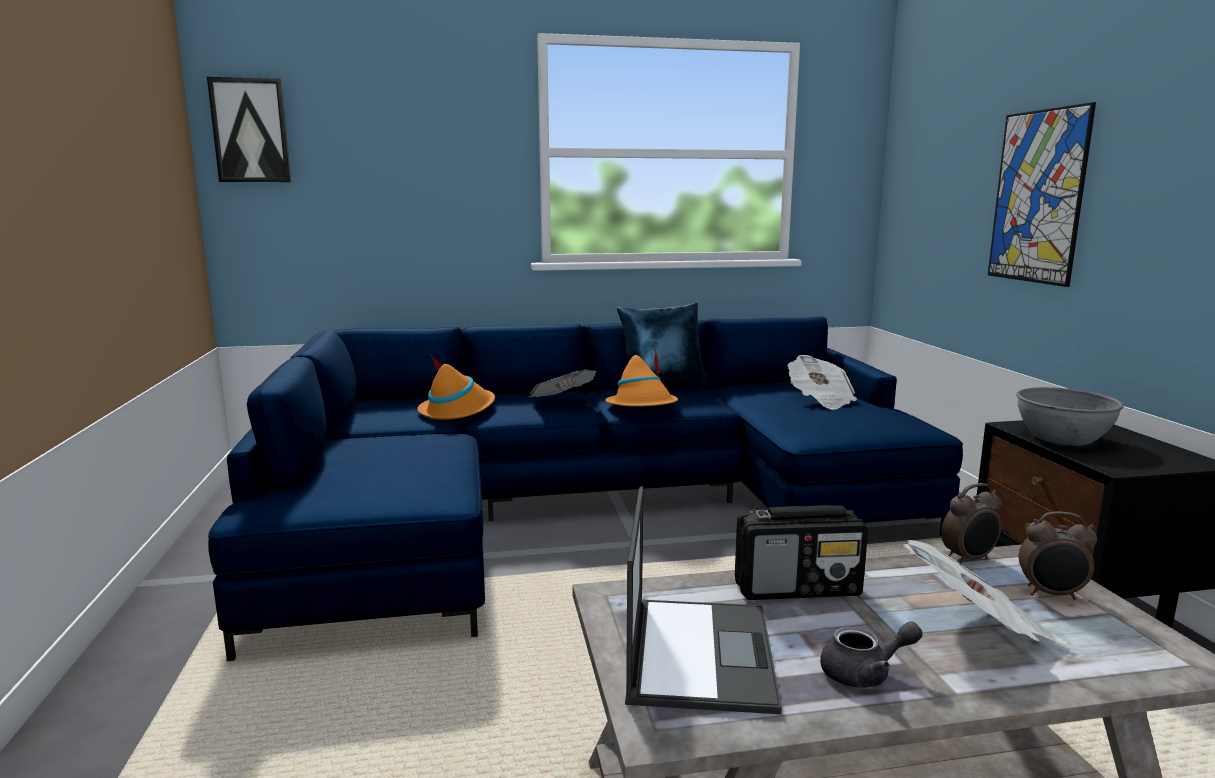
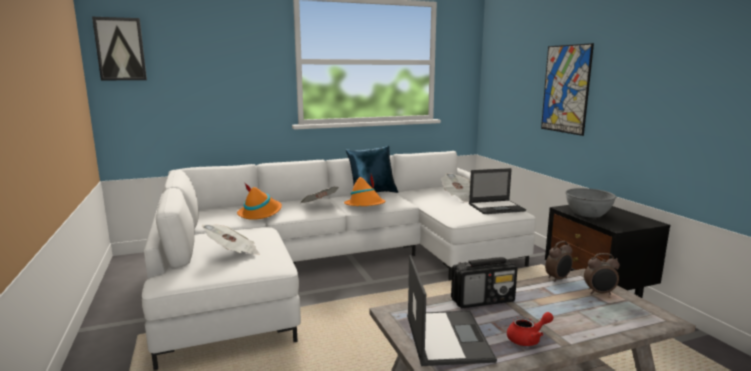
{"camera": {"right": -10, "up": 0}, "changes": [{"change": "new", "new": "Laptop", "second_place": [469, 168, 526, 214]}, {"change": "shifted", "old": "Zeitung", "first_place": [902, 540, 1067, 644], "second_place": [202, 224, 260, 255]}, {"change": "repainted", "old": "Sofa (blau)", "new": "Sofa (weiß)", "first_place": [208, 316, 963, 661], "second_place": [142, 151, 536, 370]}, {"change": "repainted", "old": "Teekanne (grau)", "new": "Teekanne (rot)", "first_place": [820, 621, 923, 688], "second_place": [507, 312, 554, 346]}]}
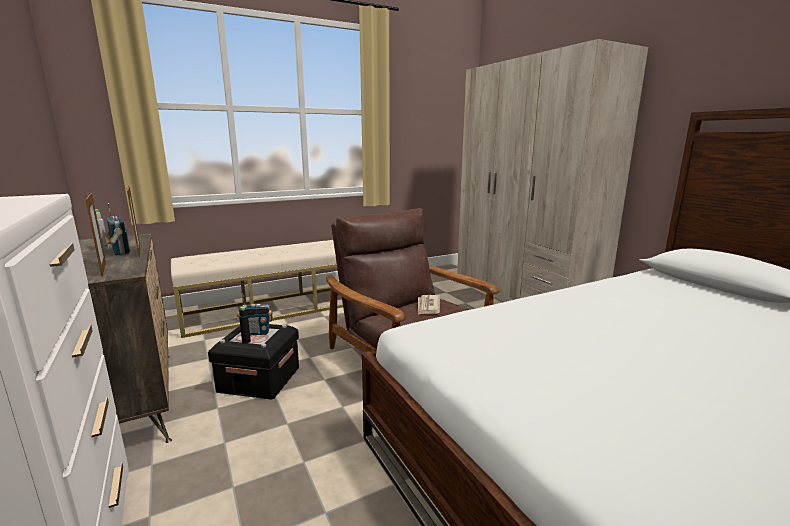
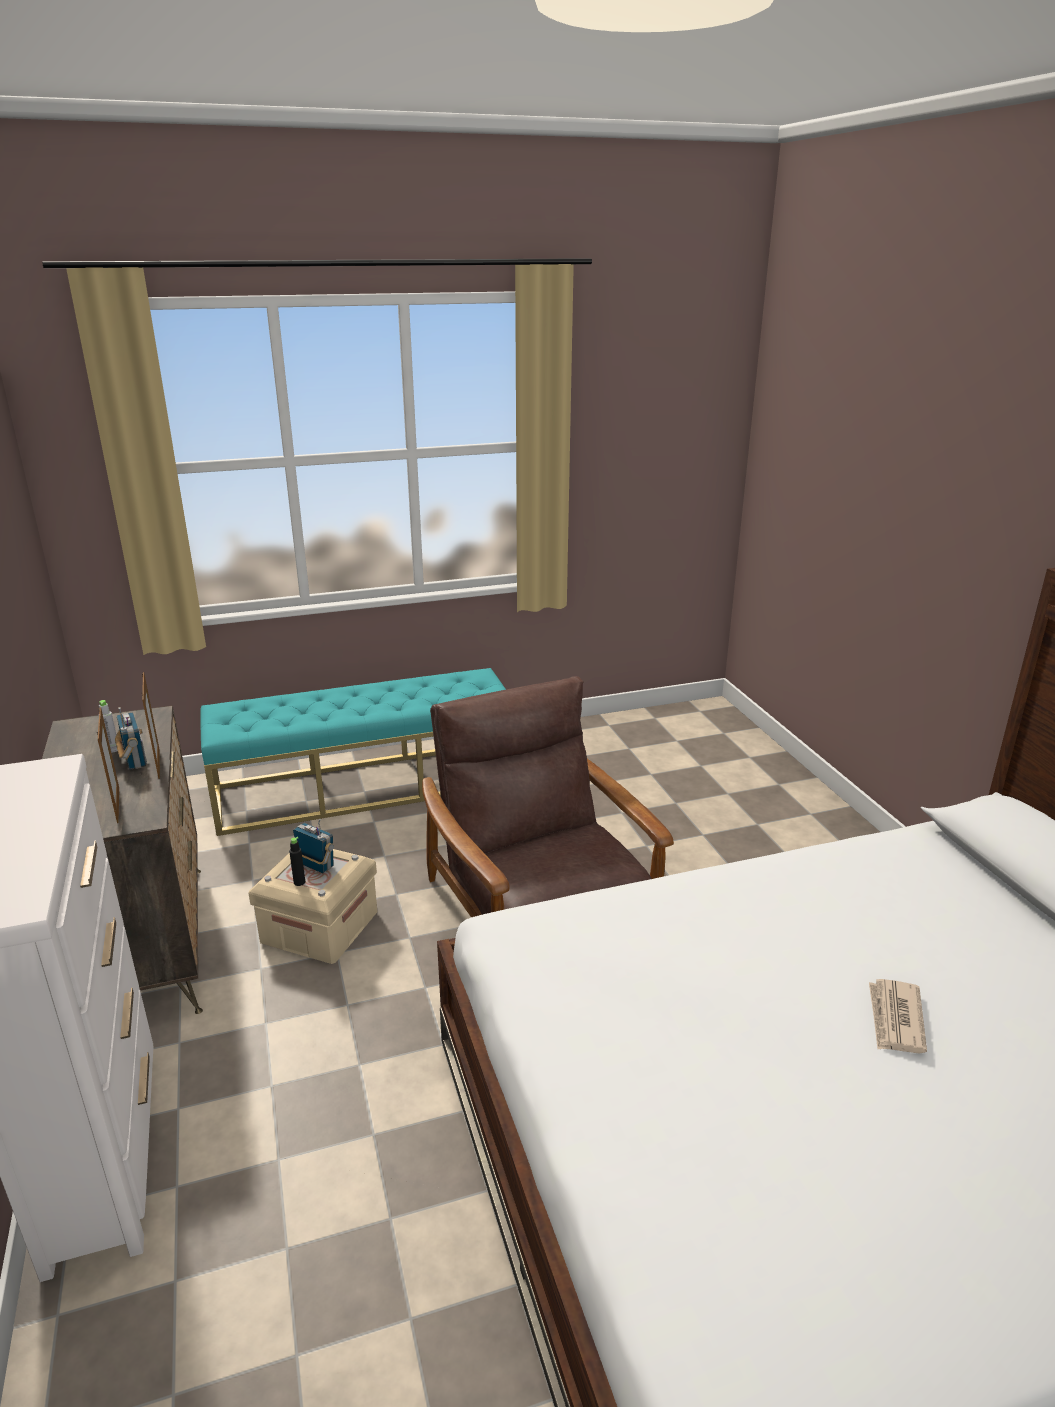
{"camera": {"right": 10, "up": 10}, "changes": [{"change": "gone", "old": "Kleiderschrank (beige)", "first_place": [457, 39, 648, 302]}, {"change": "shifted", "old": "Zeitung", "first_place": [418, 295, 440, 315], "second_place": [869, 979, 927, 1054]}, {"change": "repainted", "old": "Bank (beige)", "new": "Bank (türkis)", "first_place": [171, 240, 343, 338], "second_place": [201, 668, 506, 836]}, {"change": "repainted", "old": "Aufbewahrungsbox (schwarz)", "new": "Aufbewahrungsbox (beige)", "first_place": [208, 324, 299, 400], "second_place": [248, 849, 377, 964]}, {"change": "rotated", "old": "Radio", "first_place": [237, 291, 273, 336], "second_place": [293, 819, 334, 873], "degrees": -150}]}
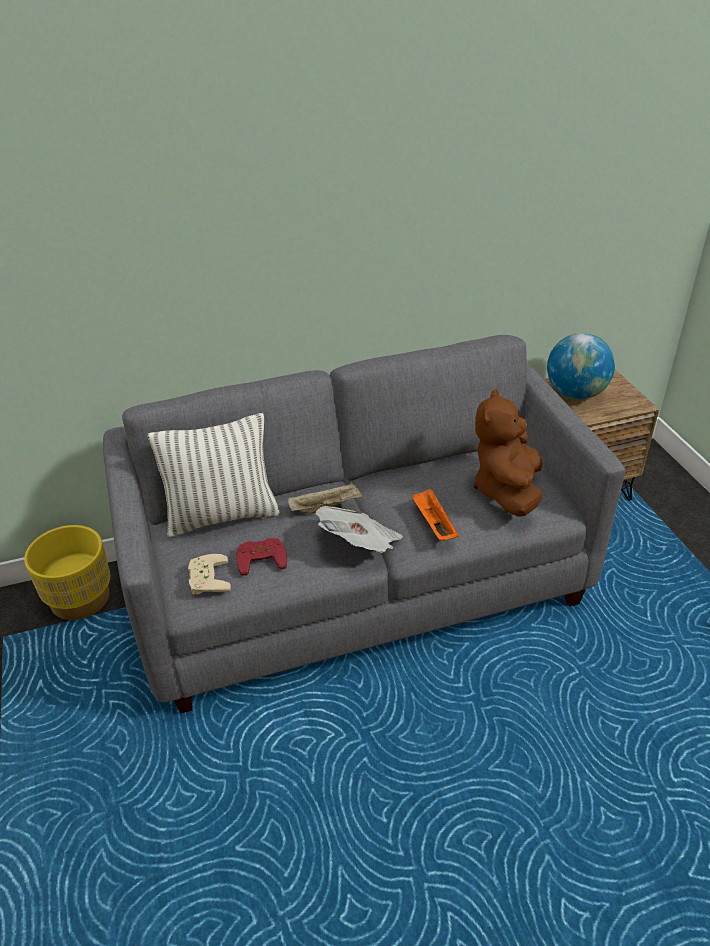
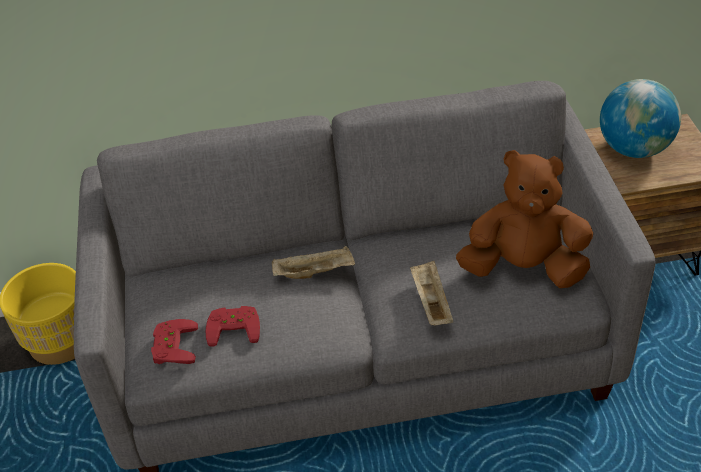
{"camera": {"right": 10, "up": 5}, "changes": [{"change": "gone", "old": "Kissen", "first_place": [147, 413, 280, 537]}, {"change": "gone", "old": "Zeitung", "first_place": [316, 506, 403, 553]}, {"change": "repainted", "old": "Gamepad (beige)", "new": "Gamepad (rot)", "first_place": [188, 554, 231, 595], "second_place": [151, 319, 198, 364]}, {"change": "repainted", "old": "Tablett (orange)", "new": "Tablett (beige)", "first_place": [412, 488, 459, 540], "second_place": [410, 261, 453, 326]}, {"change": "rotated", "old": "Plüschtier (braun)", "first_place": [473, 388, 542, 517], "second_place": [456, 150, 593, 288], "degrees": 75}]}
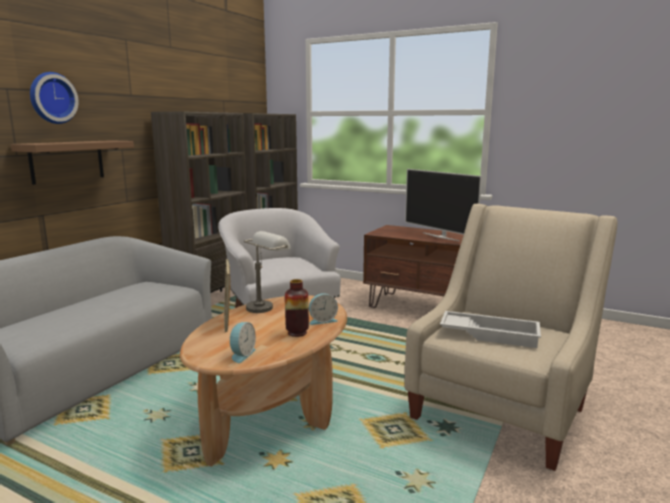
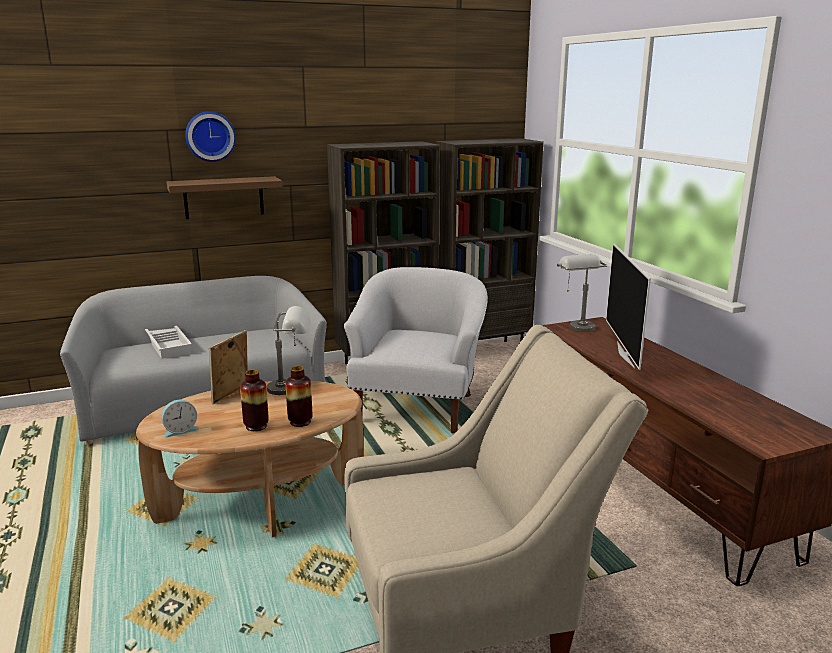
{"camera": {"right": 40, "up": 5}, "changes": [{"change": "new", "new": "Tischlampe (grau)", "second_place": [557, 254, 608, 332]}, {"change": "shifted", "old": "Tablett (weiß)", "first_place": [440, 311, 541, 348], "second_place": [145, 326, 192, 359]}, {"change": "swapped", "old": "Wecker", "new": "Vase", "first_place": [309, 293, 338, 325], "second_place": [285, 366, 312, 427]}]}
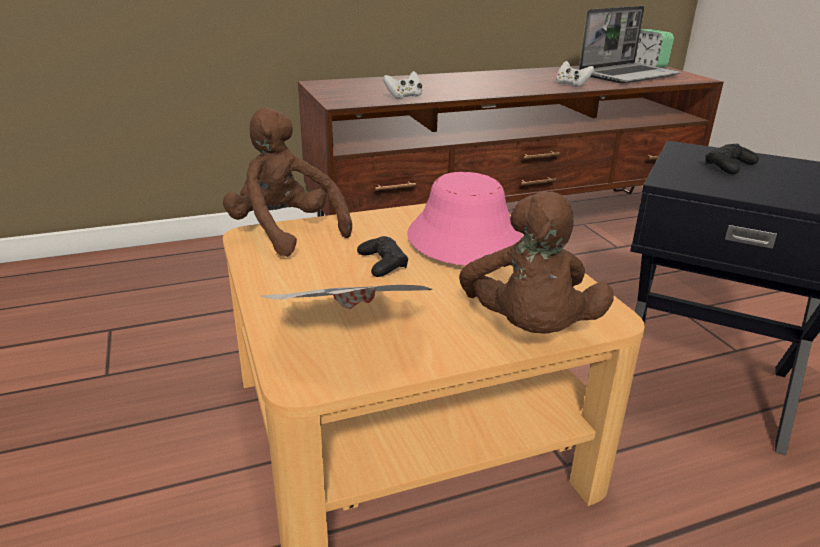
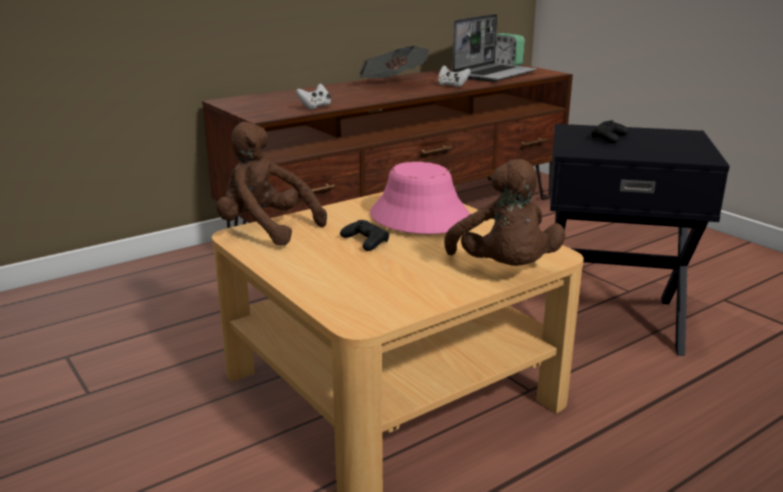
{"camera": {"right": -15, "up": -5}, "changes": [{"change": "shifted", "old": "Zeitung", "first_place": [261, 285, 433, 309], "second_place": [359, 46, 429, 78]}]}
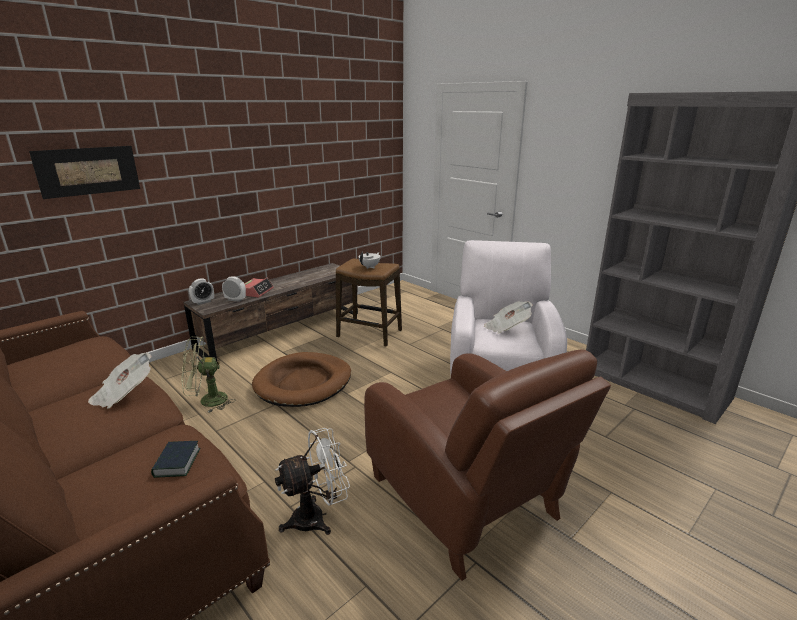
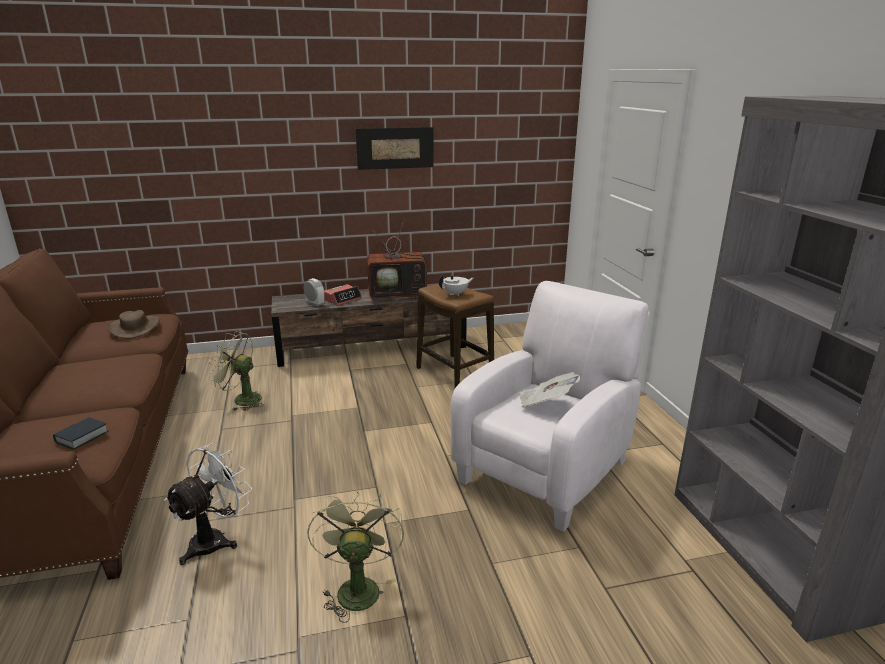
{"camera": {"right": 30, "up": 0}, "changes": [{"change": "gone", "old": "Zeitung", "first_place": [88, 353, 152, 409]}, {"change": "gone", "old": "Wecker", "first_place": [189, 278, 214, 305]}, {"change": "gone", "old": "Hundebett (braun)", "first_place": [252, 352, 351, 407]}, {"change": "new", "new": "Hut (braun)", "second_place": [108, 310, 160, 339]}, {"change": "new", "new": "Fernseher", "second_place": [367, 220, 427, 301]}, {"change": "shifted", "old": "Bild", "first_place": [29, 146, 140, 199], "second_place": [355, 127, 434, 170]}, {"change": "swapped", "old": "Sessel (braun)", "new": "Ventilator (grün)", "first_place": [364, 349, 611, 581], "second_place": [307, 489, 404, 623]}, {"change": "rotated", "old": "Ventilator (weiß)", "first_place": [275, 428, 350, 535], "second_place": [164, 441, 252, 565], "degrees": -60}]}
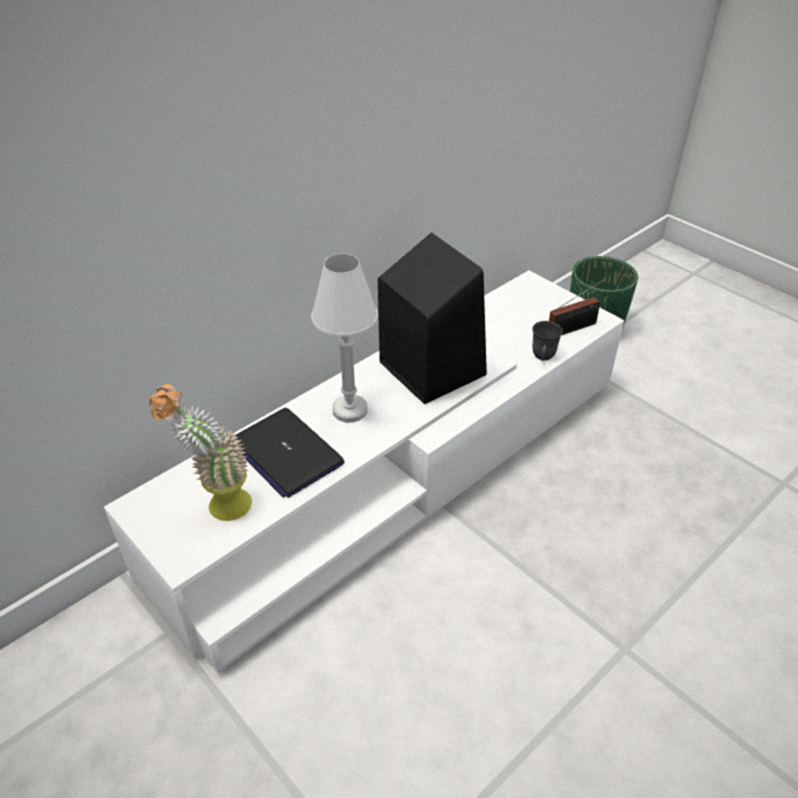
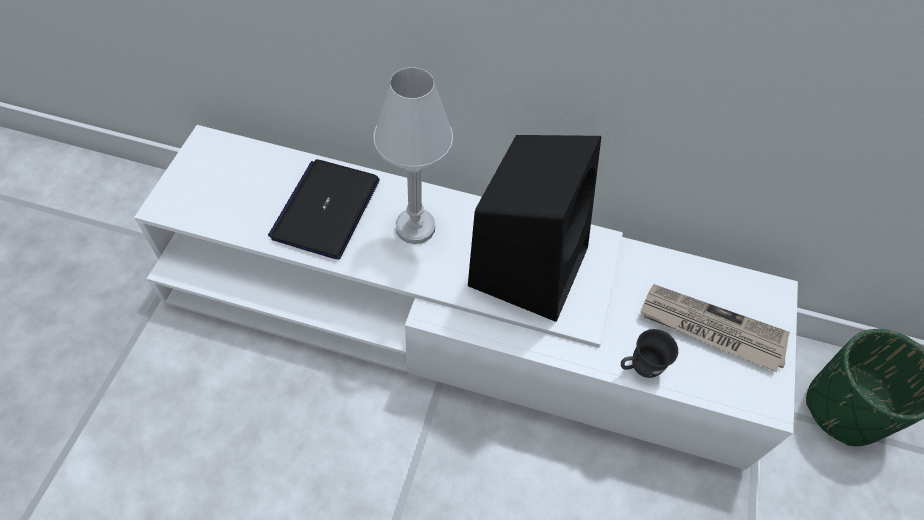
{"camera": {"right": 55, "up": 15}, "changes": [{"change": "gone", "old": "Topfpflanze", "first_place": [149, 384, 252, 521]}, {"change": "gone", "old": "Radio", "first_place": [549, 278, 606, 335]}, {"change": "new", "new": "Zeitung", "second_place": [640, 284, 790, 372]}]}
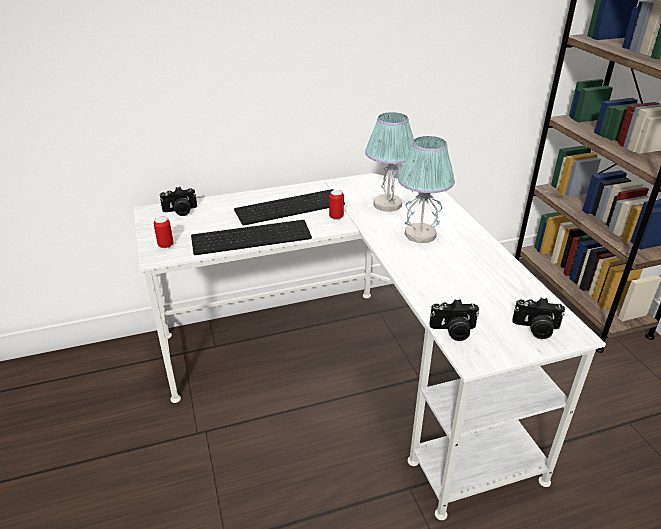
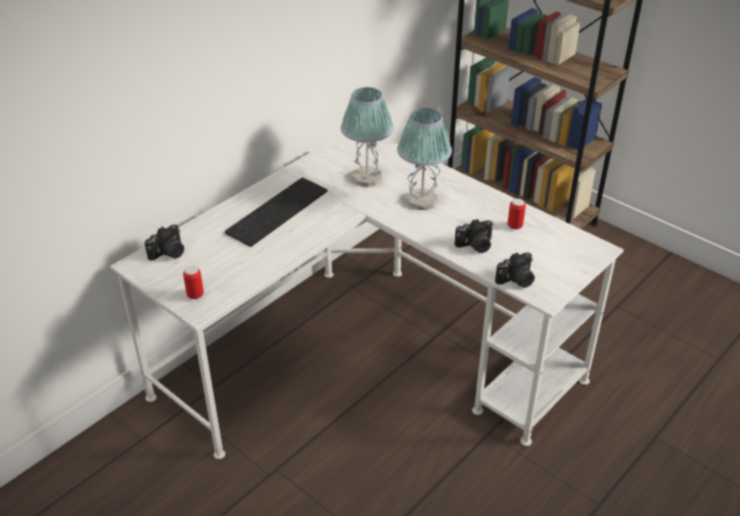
{"camera": {"right": -30, "up": 5}, "changes": [{"change": "gone", "old": "Tastatur", "first_place": [191, 220, 312, 255]}, {"change": "shifted", "old": "Dose", "first_place": [329, 190, 344, 220], "second_place": [508, 199, 526, 229]}, {"change": "shifted", "old": "Kamera", "first_place": [512, 298, 565, 339], "second_place": [455, 219, 493, 253]}]}
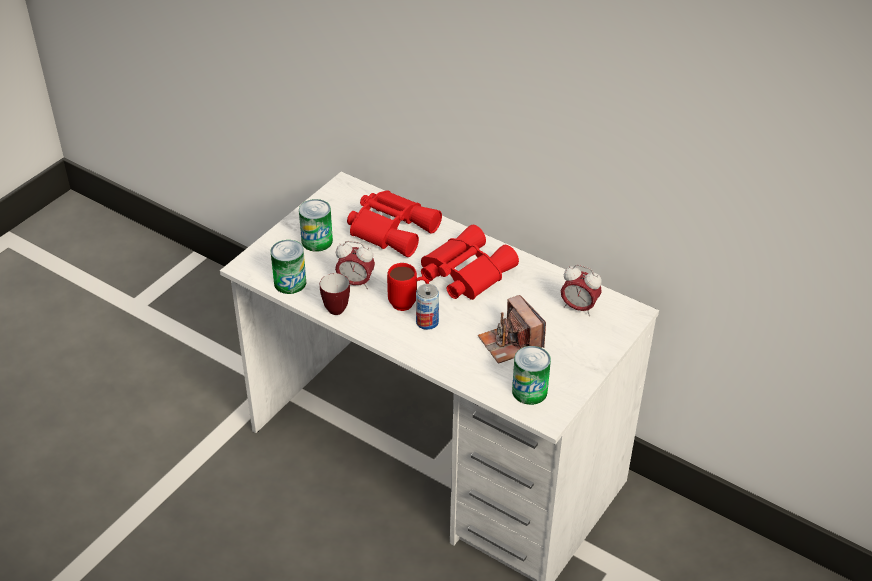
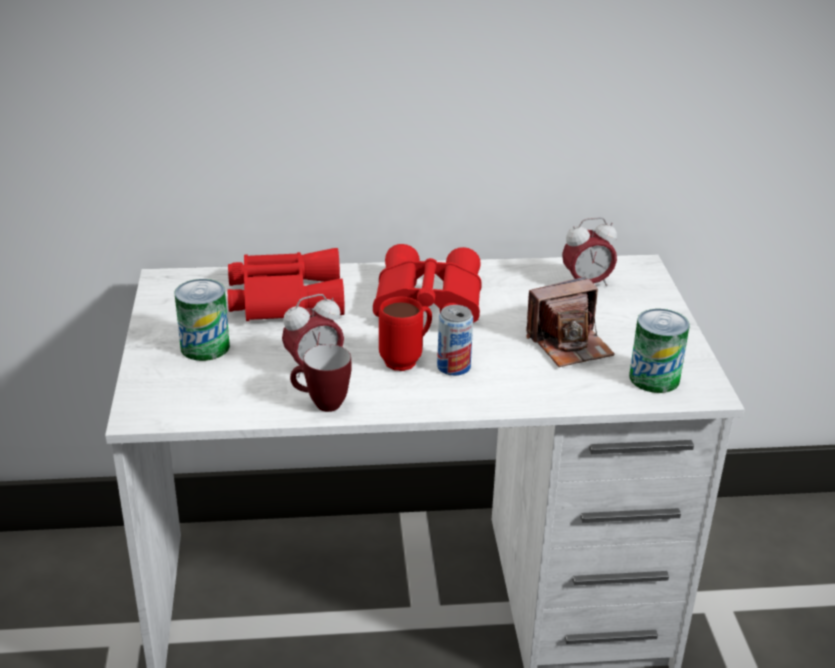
{"camera": {"right": -40, "up": -10}, "changes": [{"change": "gone", "old": "Dose", "first_place": [270, 240, 306, 294]}, {"change": "rotated", "old": "Kamera", "first_place": [478, 295, 546, 364], "second_place": [526, 277, 615, 367], "degrees": -45}]}
